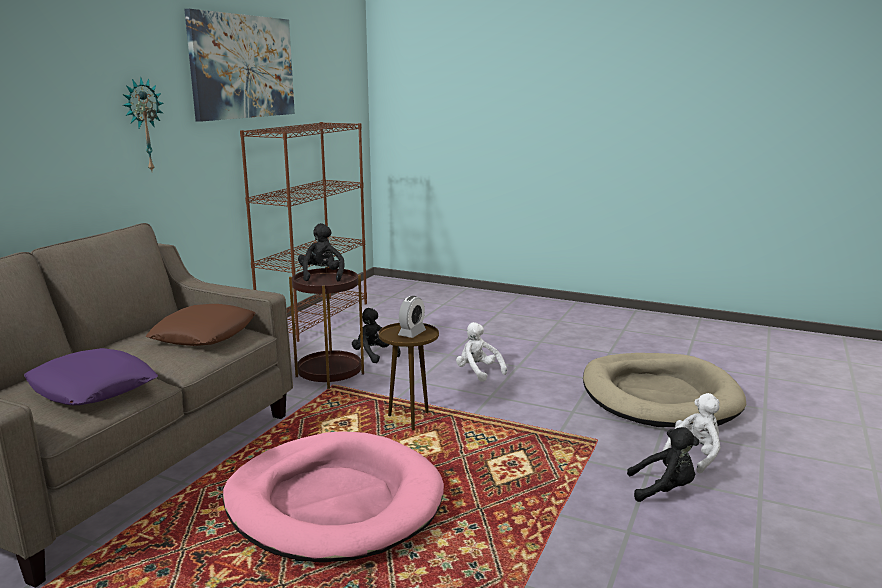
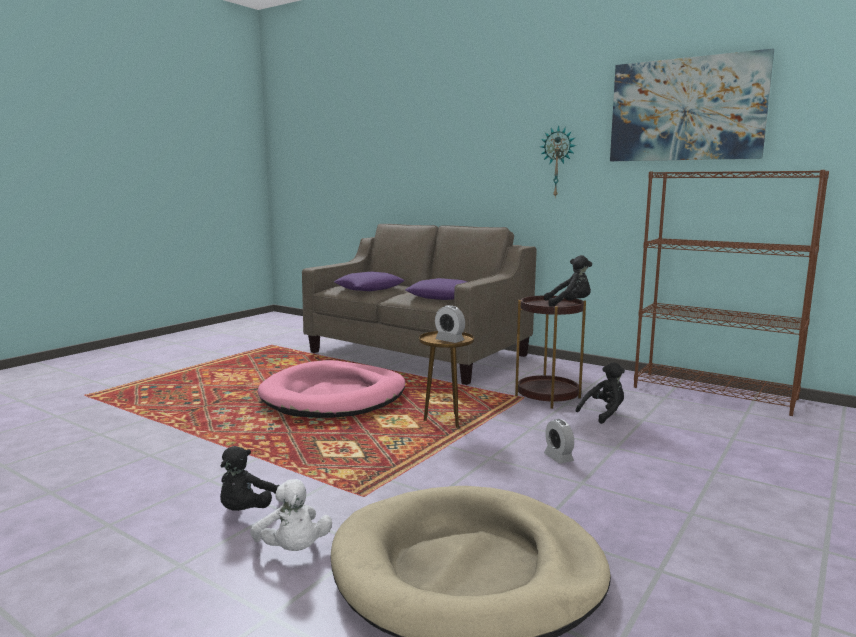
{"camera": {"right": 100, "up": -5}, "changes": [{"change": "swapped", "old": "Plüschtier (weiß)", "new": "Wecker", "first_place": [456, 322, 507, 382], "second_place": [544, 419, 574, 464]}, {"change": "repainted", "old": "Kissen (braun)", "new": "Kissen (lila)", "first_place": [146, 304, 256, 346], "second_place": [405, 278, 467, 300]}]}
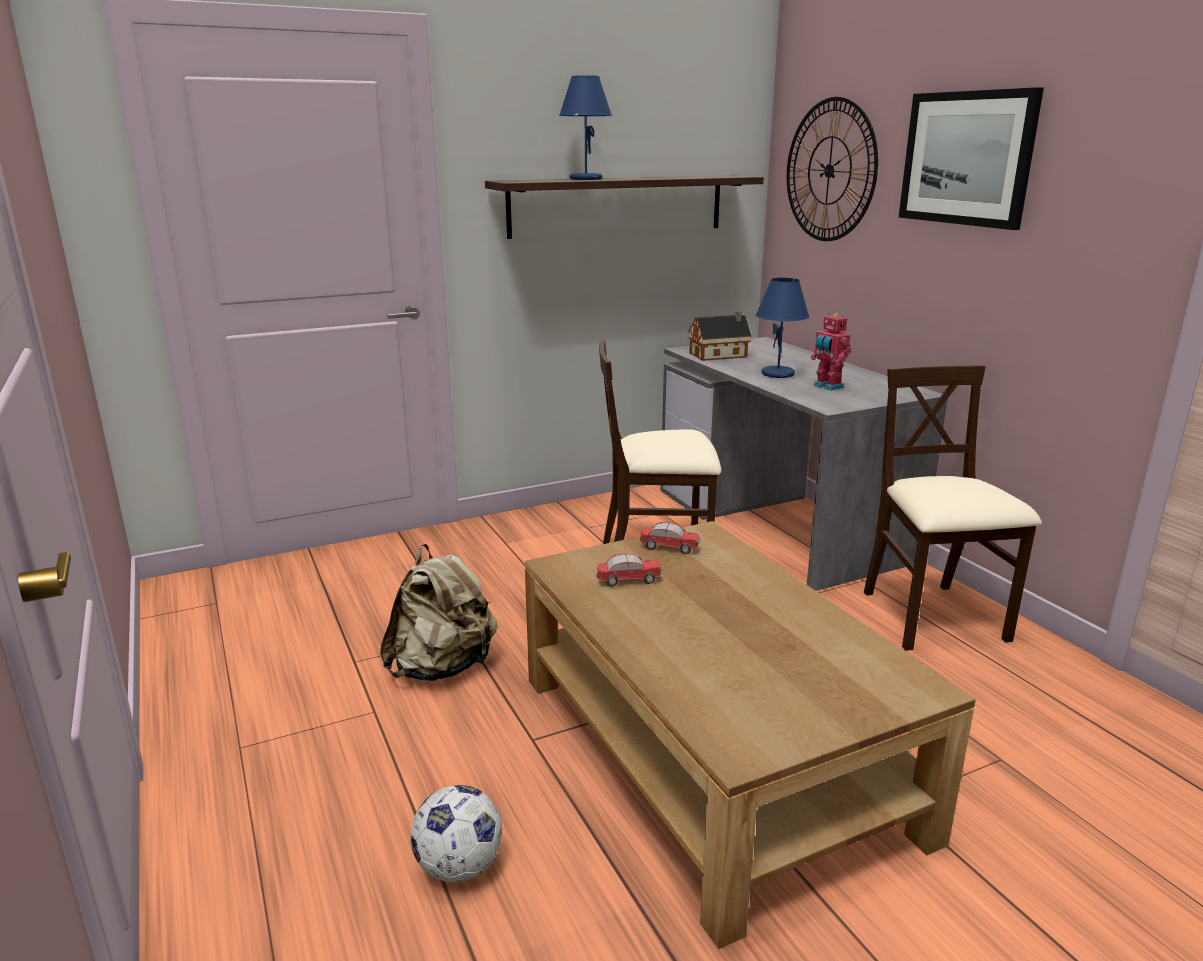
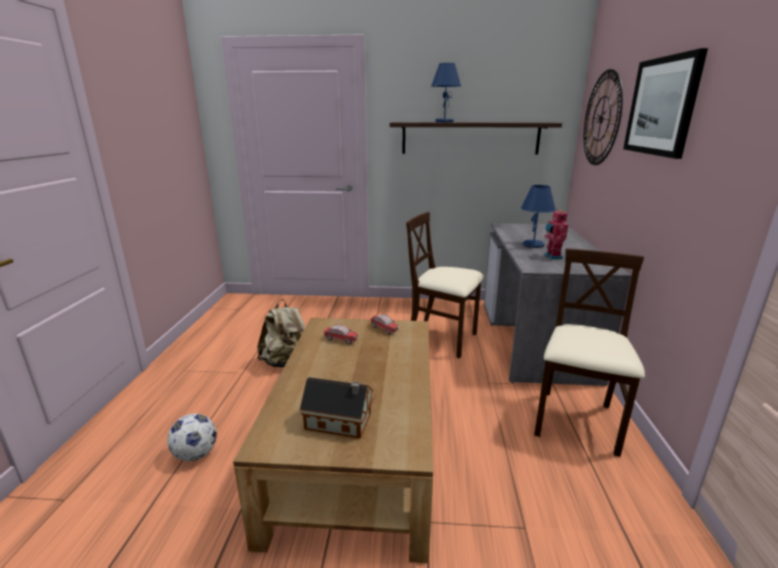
{"camera": {"right": 30, "up": 0}, "changes": [{"change": "shifted", "old": "Spielzeughaus", "first_place": [688, 311, 752, 361], "second_place": [300, 377, 374, 438]}]}
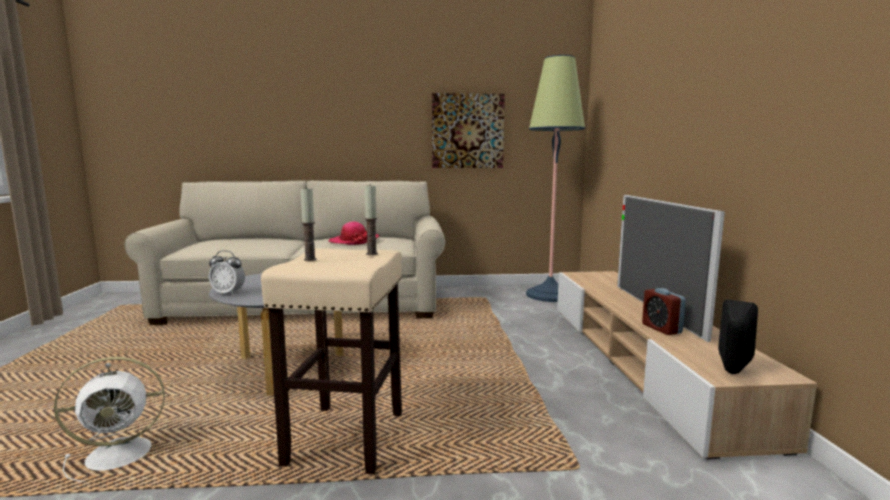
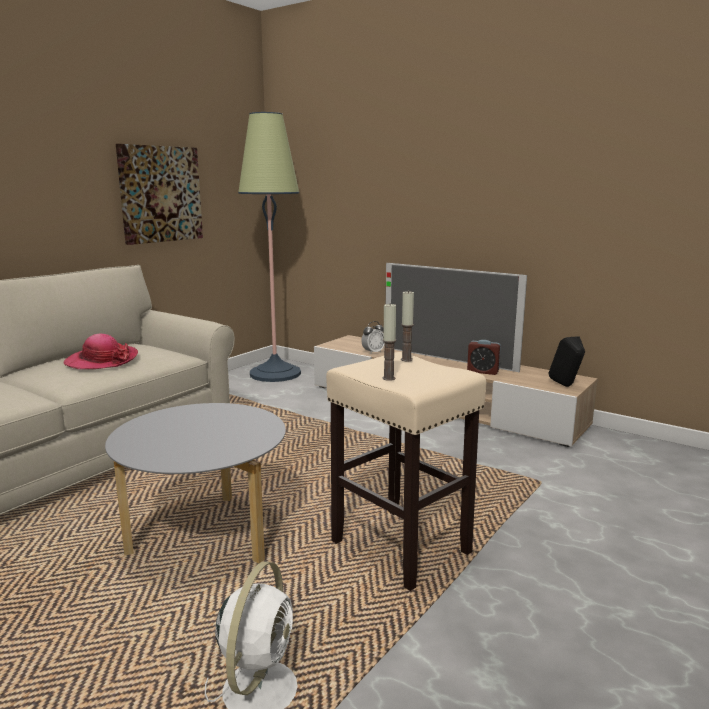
{"camera": {"right": -50, "up": 5}, "changes": [{"change": "shifted", "old": "Wecker", "first_place": [209, 250, 245, 295], "second_place": [361, 321, 384, 354]}]}
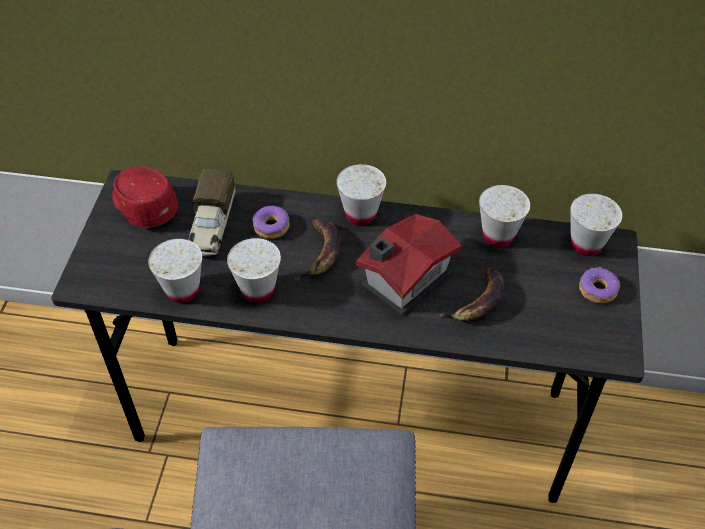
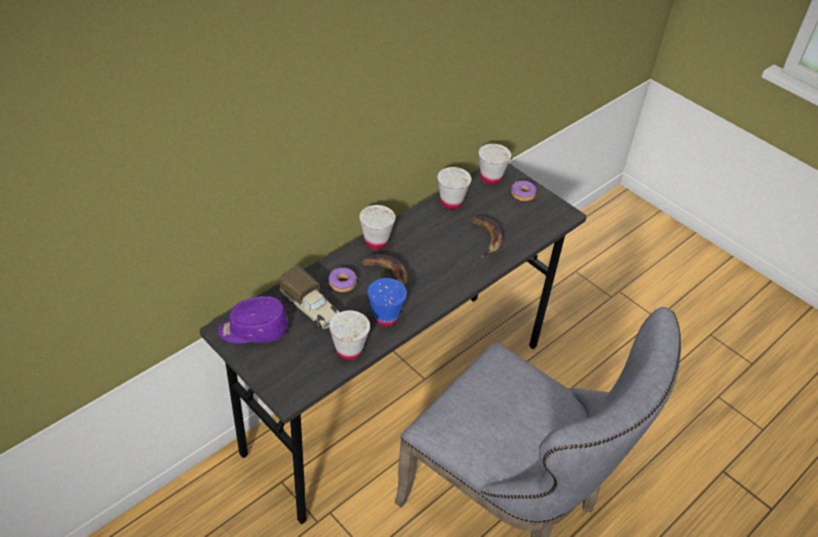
{"camera": {"right": -55, "up": -5}, "changes": [{"change": "gone", "old": "Spielzeughaus", "first_place": [356, 214, 462, 315]}, {"change": "repainted", "old": "Kappe (rot)", "new": "Kappe (lila)", "first_place": [112, 166, 178, 228], "second_place": [218, 296, 288, 344]}, {"change": "repainted", "old": "Tasse (weiß)", "new": "Tasse (blau)", "first_place": [227, 238, 281, 302], "second_place": [368, 278, 407, 326]}]}
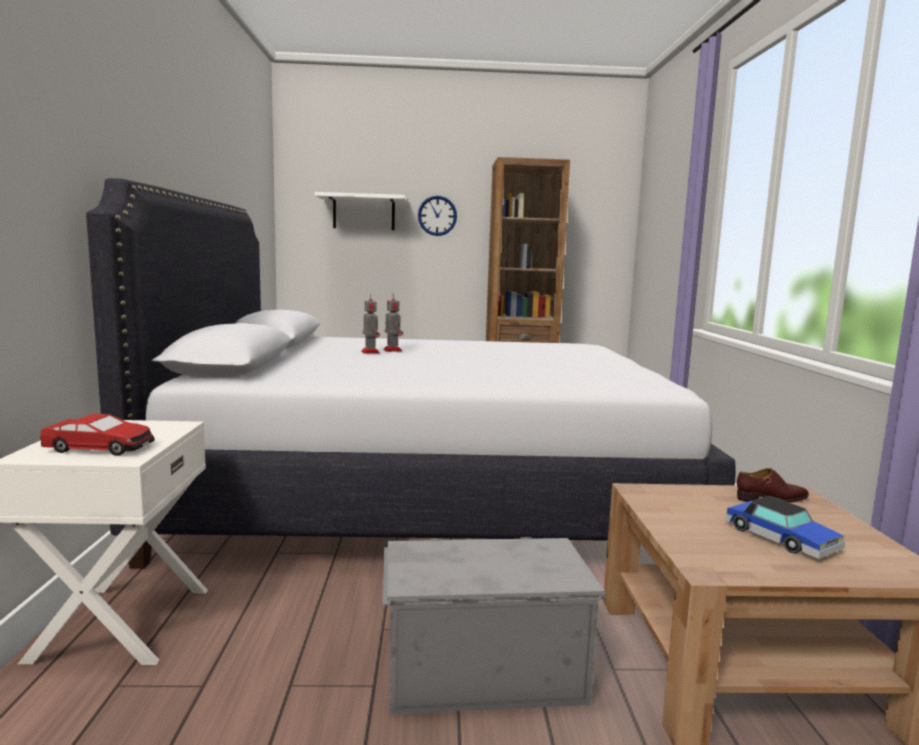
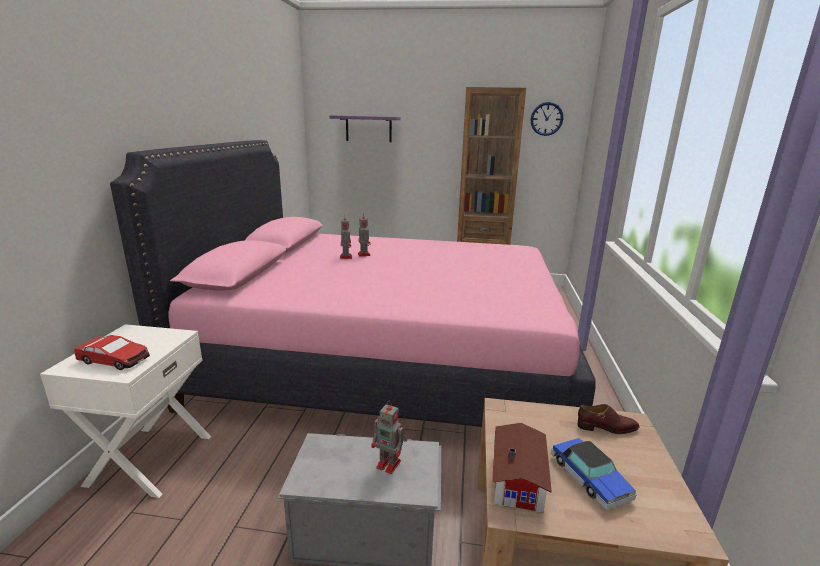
{"camera": {"right": 10, "up": 10}, "changes": [{"change": "new", "new": "Spielzeugroboter", "second_place": [371, 402, 407, 474]}, {"change": "new", "new": "Spielzeughaus", "second_place": [492, 423, 552, 513]}, {"change": "shifted", "old": "Wanduhr", "first_place": [418, 196, 457, 236], "second_place": [531, 102, 563, 136]}, {"change": "repainted", "old": "Bett (weiß)", "new": "Bett (rosa)", "first_place": [86, 178, 736, 569], "second_place": [110, 140, 596, 427]}, {"change": "repainted", "old": "Wandregal (weiß)", "new": "Wandregal (lila)", "first_place": [315, 192, 407, 230], "second_place": [329, 115, 401, 142]}]}
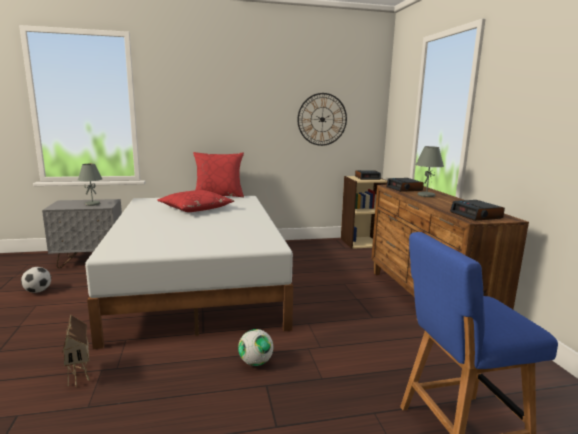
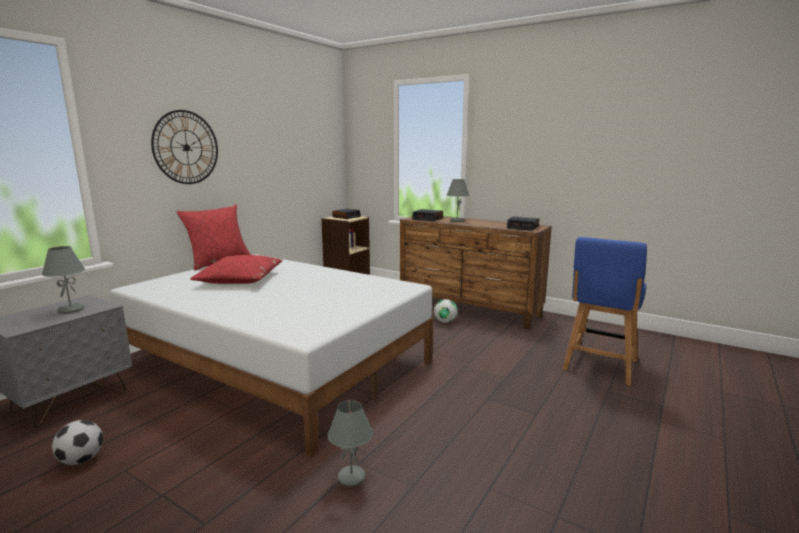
{"camera": {"right": -45, "up": 0}, "changes": [{"change": "shifted", "old": "Fußball", "first_place": [238, 329, 273, 366], "second_place": [434, 299, 458, 323]}, {"change": "shifted", "old": "Wanduhr", "first_place": [297, 93, 347, 146], "second_place": [151, 110, 218, 184]}, {"change": "swapped", "old": "Spielzeughaus", "new": "Tischlampe (grau)", "first_place": [62, 314, 90, 387], "second_place": [327, 400, 373, 487]}]}
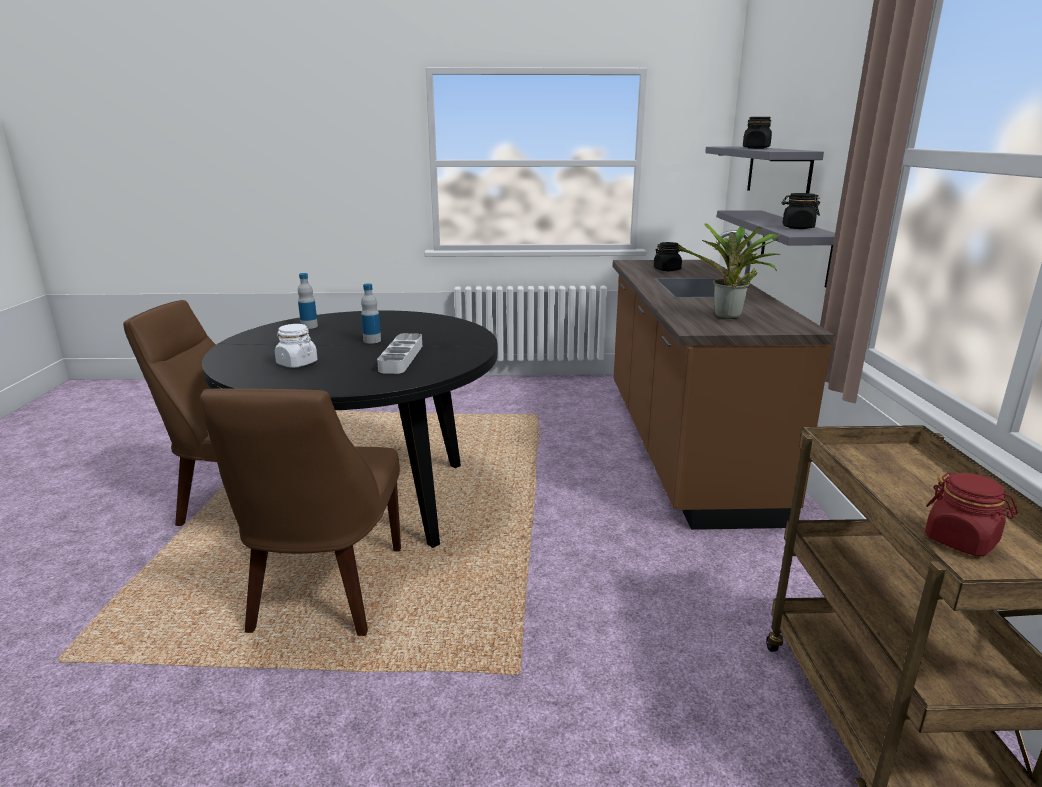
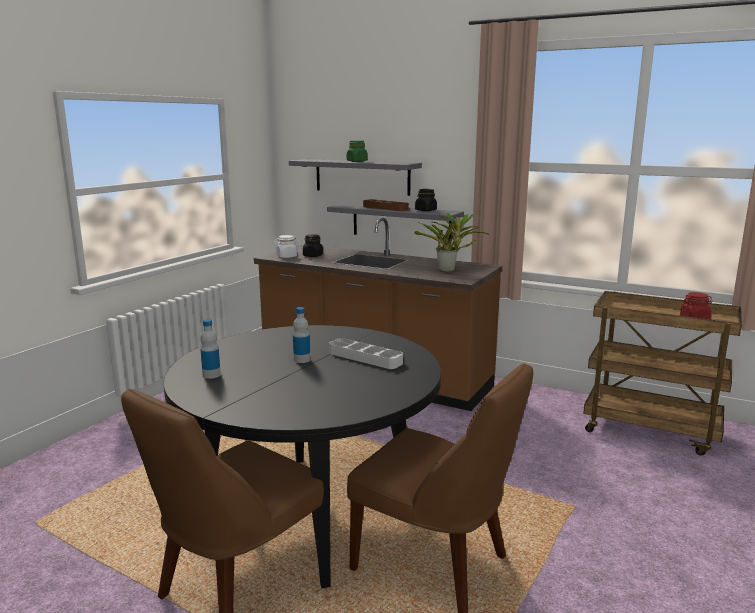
{"camera": {"right": -60, "up": -5}, "changes": [{"change": "new", "new": "Tablett (braun)", "second_place": [363, 199, 409, 211]}, {"change": "shifted", "old": "Vorratsglas (weiß)", "first_place": [275, 324, 317, 368], "second_place": [274, 235, 298, 258]}, {"change": "repainted", "old": "Vorratsglas (schwarz)", "new": "Vorratsglas (grün)", "first_place": [743, 117, 772, 149], "second_place": [347, 140, 368, 162]}]}
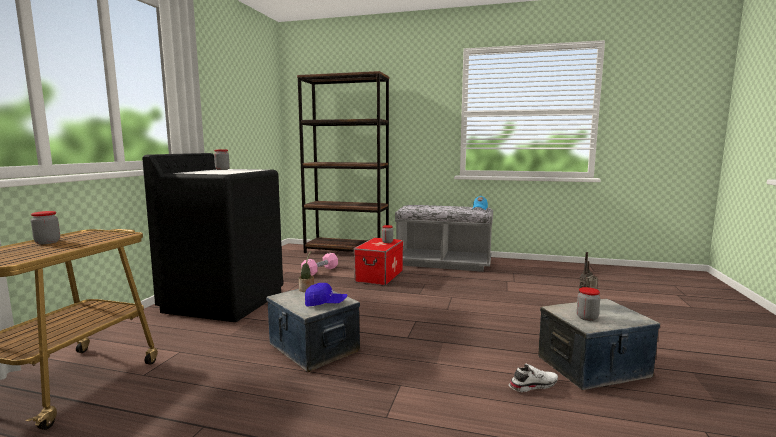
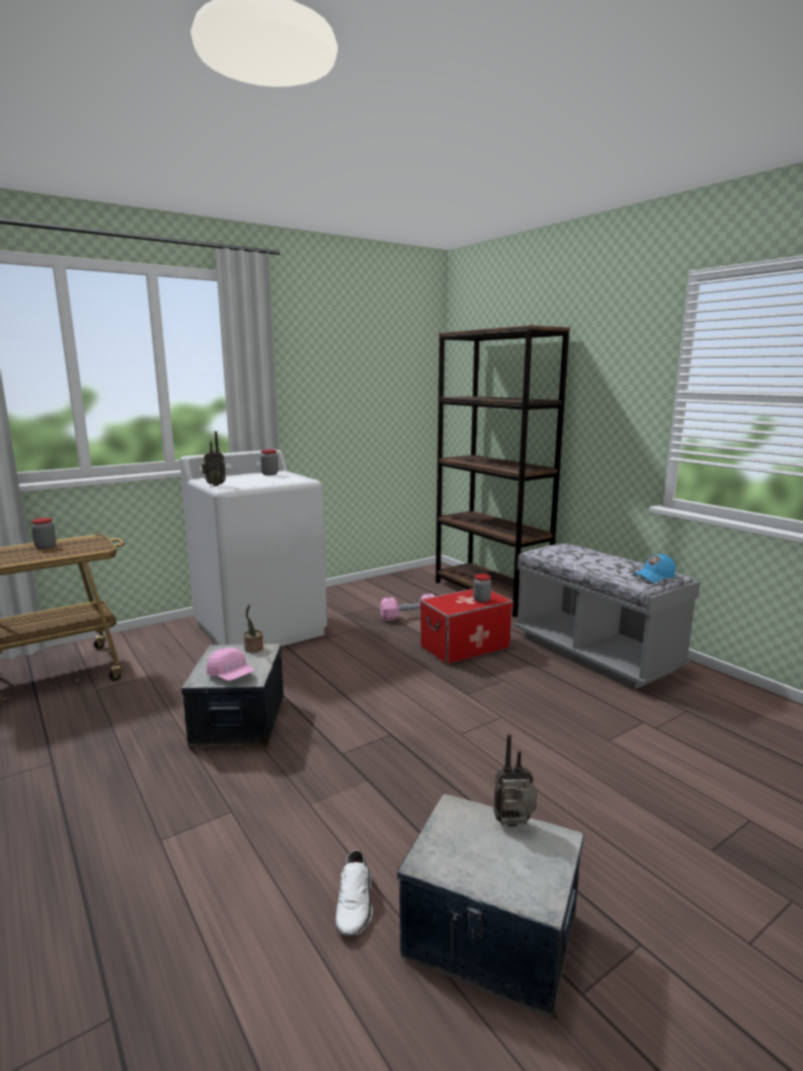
{"camera": {"right": 40, "up": 5}, "changes": [{"change": "gone", "old": "Vorratsglas", "first_place": [577, 287, 600, 321]}, {"change": "new", "new": "Radio", "second_place": [202, 431, 226, 486]}, {"change": "repainted", "old": "Waschmaschine (schwarz)", "new": "Waschmaschine (weiß)", "first_place": [142, 153, 283, 322], "second_place": [180, 449, 327, 646]}, {"change": "repainted", "old": "Kappe (blau)", "new": "Kappe (rosa)", "first_place": [305, 283, 348, 307], "second_place": [206, 648, 254, 681]}, {"change": "rotated", "old": "Schuh (weiß)", "first_place": [509, 364, 558, 392], "second_place": [336, 850, 373, 935], "degrees": 75}]}
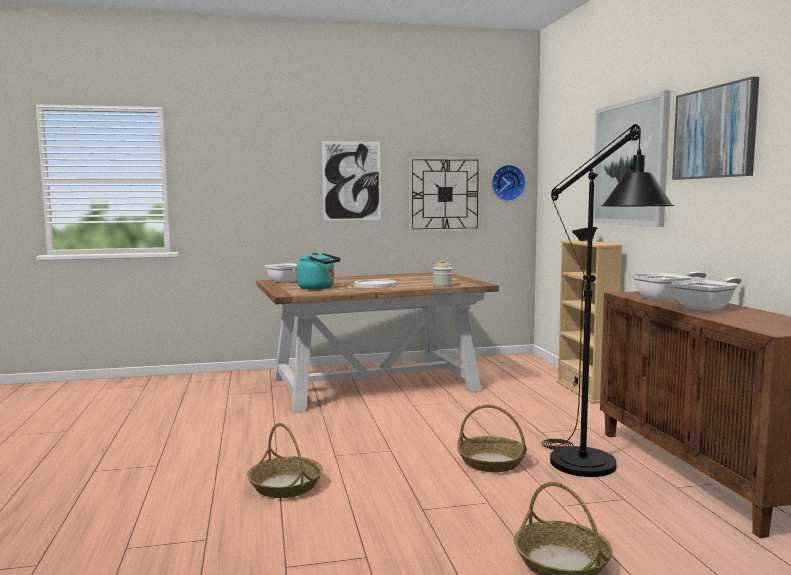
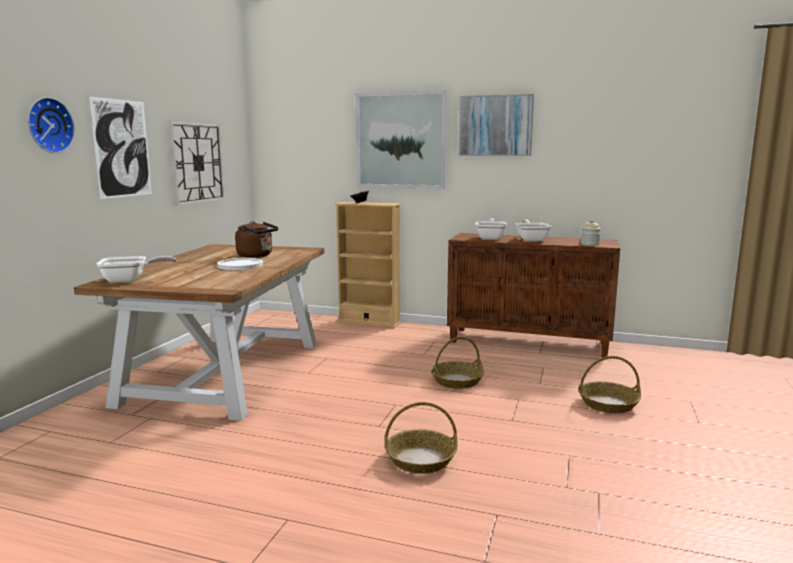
{"camera": {"right": -60, "up": 5}, "changes": [{"change": "gone", "old": "Wasserkessel (türkis)", "first_place": [297, 252, 341, 290]}, {"change": "gone", "old": "Stehlampe (schwarz)", "first_place": [541, 124, 674, 477]}, {"change": "new", "new": "Wasserkessel (braun)", "second_place": [235, 221, 278, 258]}, {"change": "shifted", "old": "Vorratsglas", "first_place": [433, 260, 452, 287], "second_place": [580, 220, 601, 246]}, {"change": "shifted", "old": "Wanduhr", "first_place": [491, 165, 526, 202], "second_place": [28, 97, 75, 153]}]}
